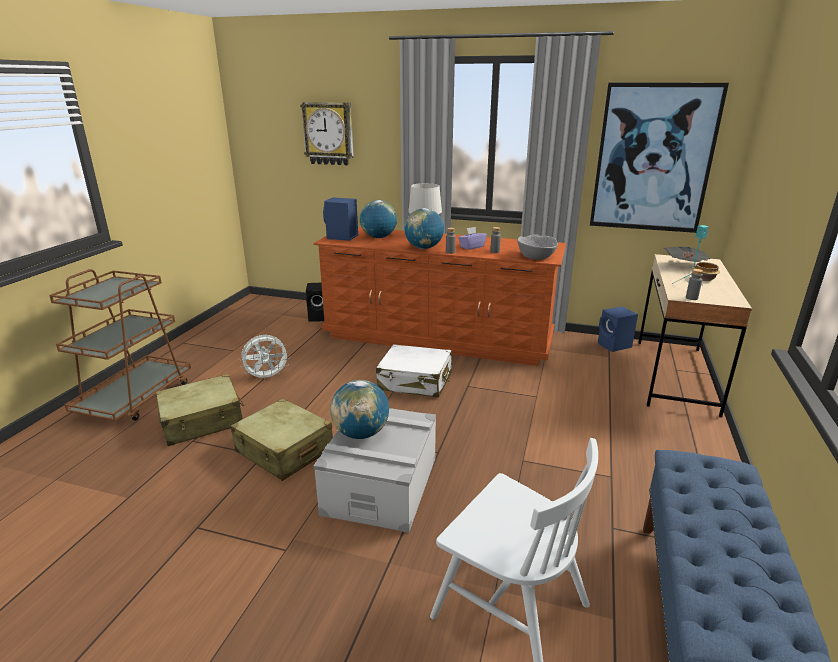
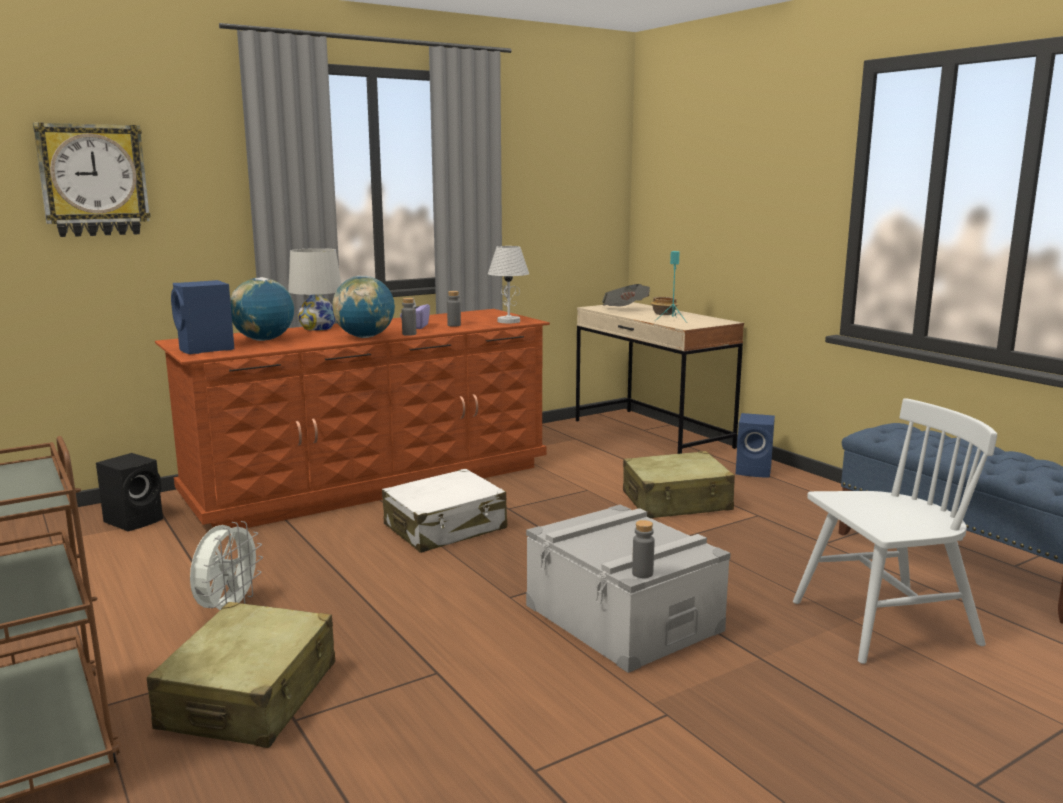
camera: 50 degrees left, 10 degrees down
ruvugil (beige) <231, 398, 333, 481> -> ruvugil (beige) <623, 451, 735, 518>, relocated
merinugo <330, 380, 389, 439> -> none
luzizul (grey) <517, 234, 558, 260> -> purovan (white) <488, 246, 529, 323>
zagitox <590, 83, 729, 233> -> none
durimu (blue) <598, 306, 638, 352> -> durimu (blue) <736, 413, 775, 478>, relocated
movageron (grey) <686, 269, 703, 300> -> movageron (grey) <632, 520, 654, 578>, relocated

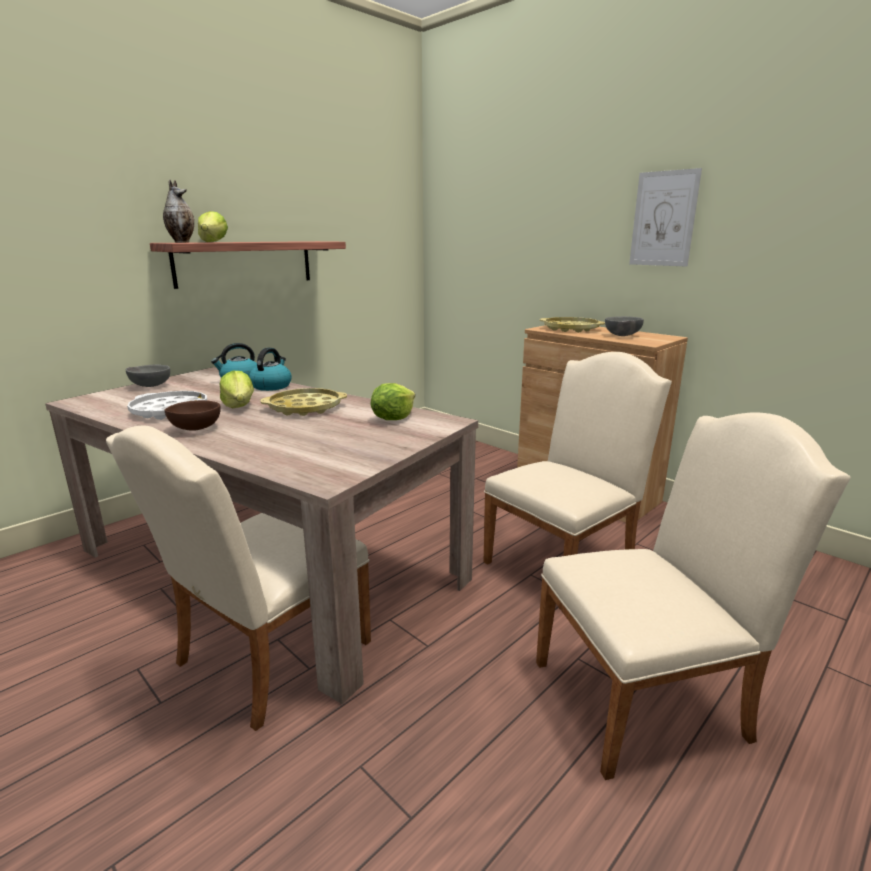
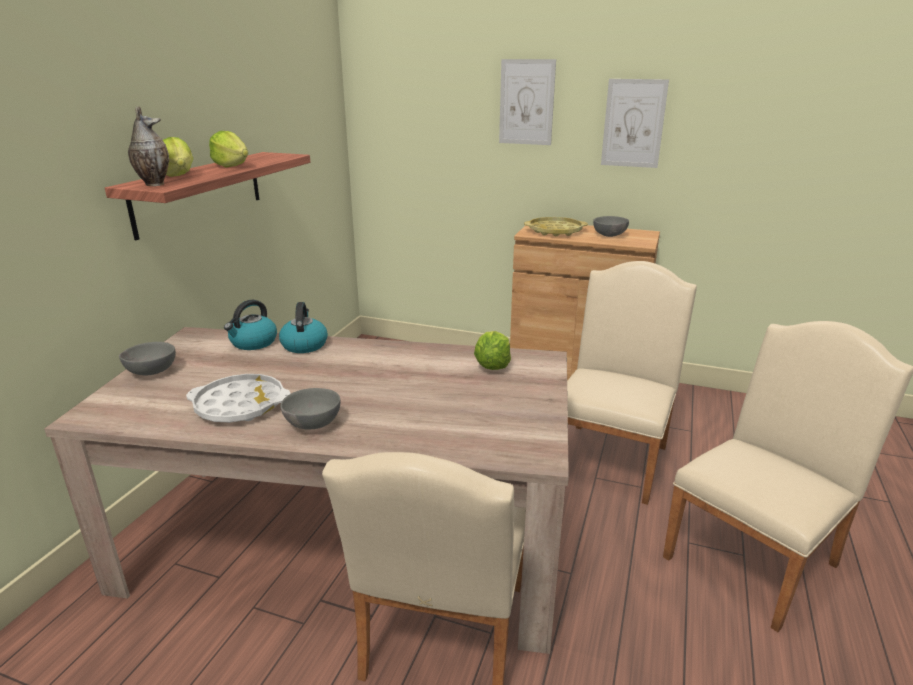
camera: 25 degrees left, 5 degrees up
luzizul (brown) <164, 400, 221, 431> -> luzizul (grey) <280, 388, 340, 430>
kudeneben <220, 371, 254, 408> -> kudeneben <209, 131, 248, 168>, relocated
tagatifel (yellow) <260, 388, 347, 416> -> none
none -> zagitox <499, 59, 556, 145>

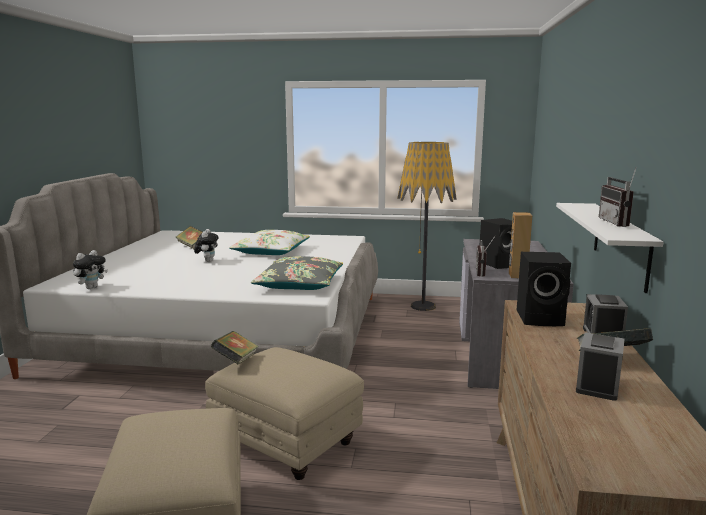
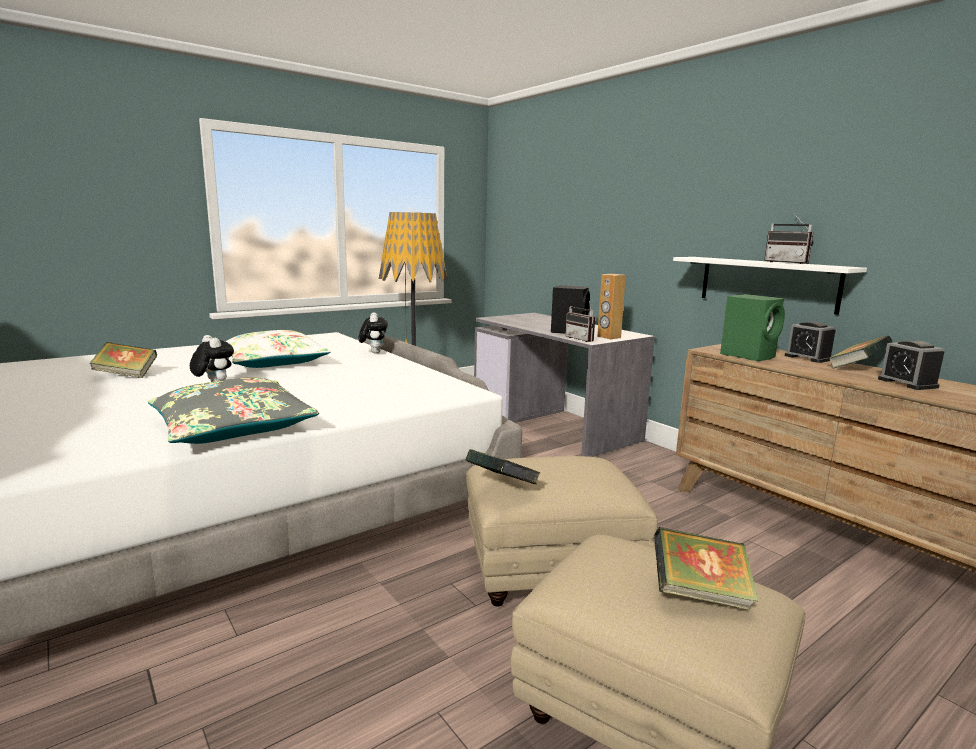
camera: 45 degrees left, 0 degrees up
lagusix <73, 250, 108, 289> -> lagusix <359, 312, 388, 354>, relocated
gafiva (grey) <251, 256, 343, 290> -> gafiva (grey) <148, 377, 319, 444>, relocated
durimu (black) <517, 252, 571, 326> -> durimu (green) <720, 294, 785, 361>
none -> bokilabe <654, 527, 759, 610>

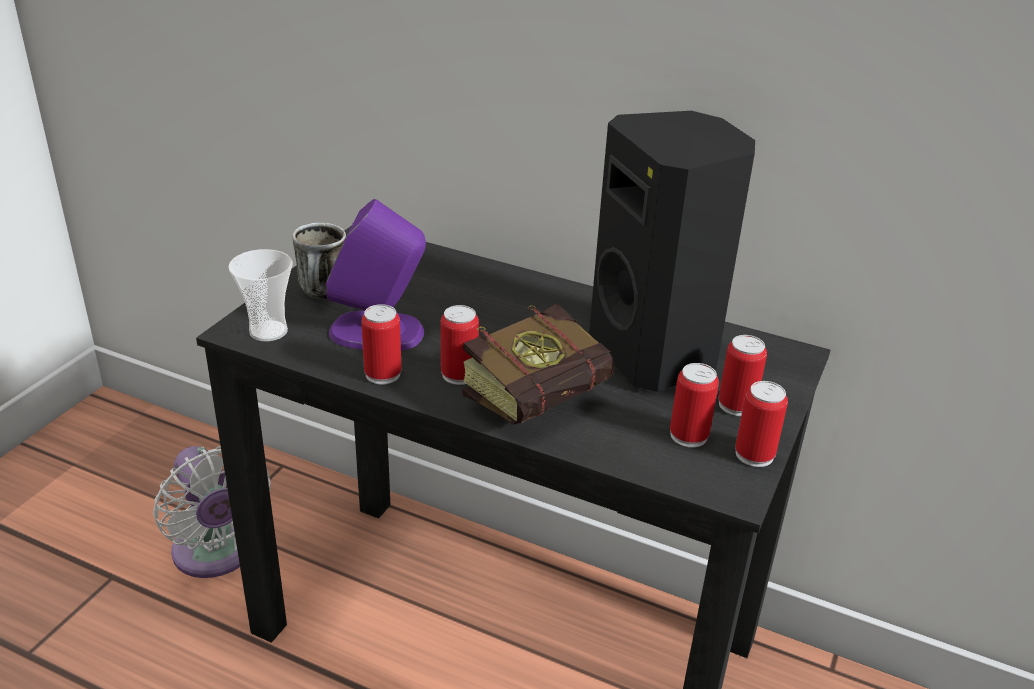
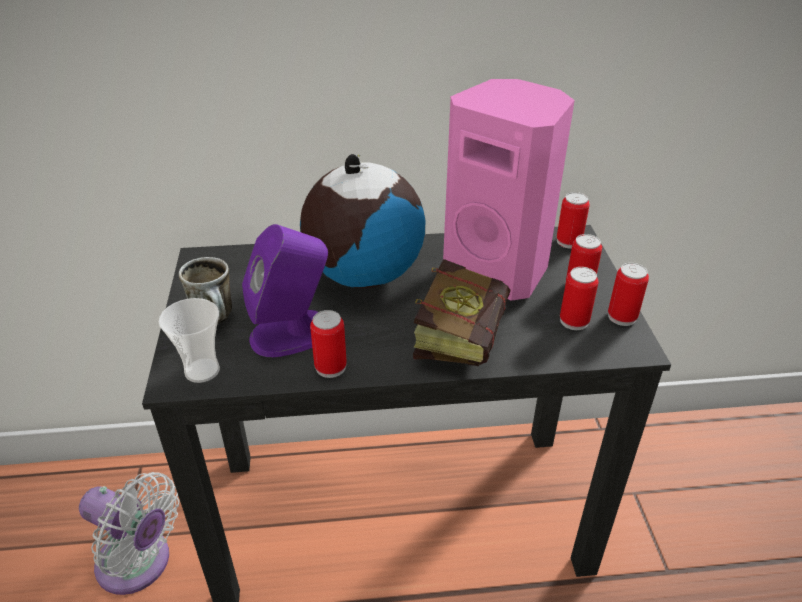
camera: 30 degrees left, 5 degrees up
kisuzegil <441, 305, 479, 385> -> kisuzegil <557, 192, 590, 249>, relocated
durimu (black) <589, 111, 755, 392> -> durimu (pink) <443, 79, 575, 301>
none -> merinugo <300, 154, 425, 288>

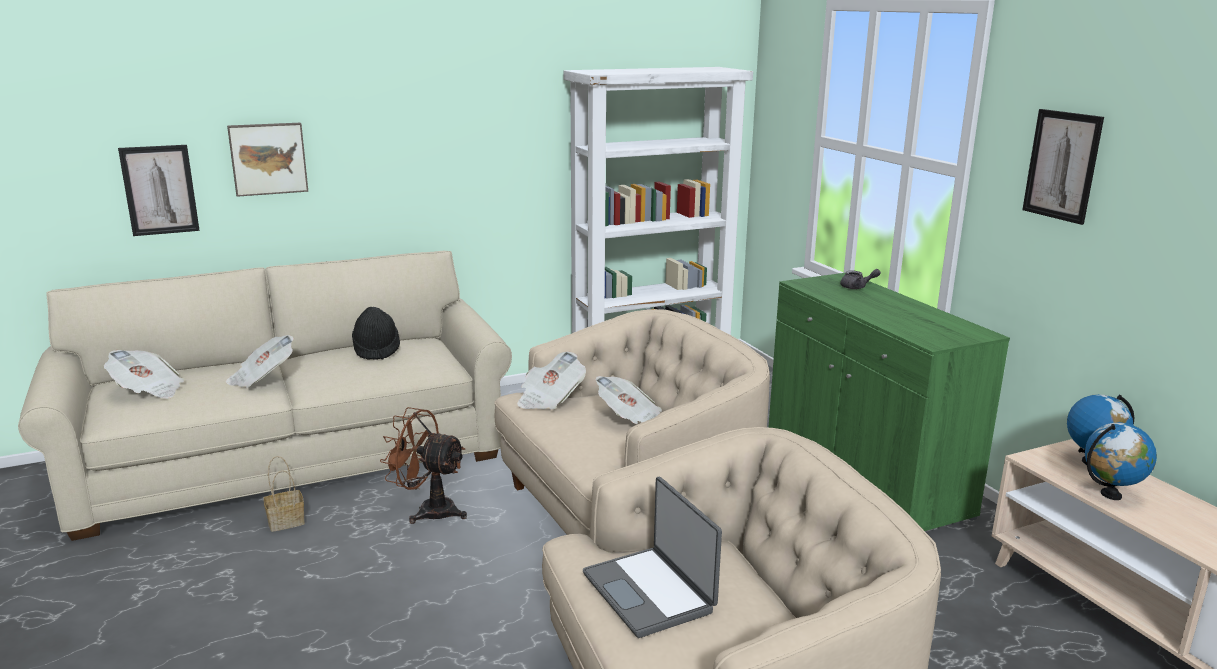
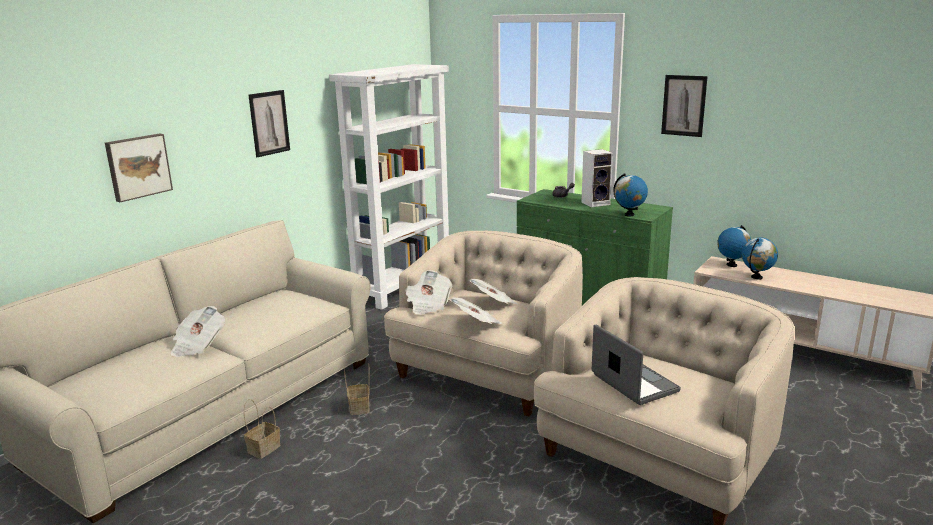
camera: 30 degrees left, 0 degrees up
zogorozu <104, 350, 184, 399> -> zogorozu <449, 297, 503, 324>, relocated
zagitox <118, 145, 200, 236> -> zagitox <248, 90, 290, 157>, relocated
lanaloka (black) <352, 307, 400, 360> -> none
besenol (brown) <380, 407, 467, 524> -> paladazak <344, 366, 370, 415>
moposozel <583, 477, 722, 638> -> moposozel <592, 325, 681, 405>, 150 degrees counterclockwise
none -> durimu <581, 149, 613, 207>
none -> merinugo <613, 173, 648, 217>

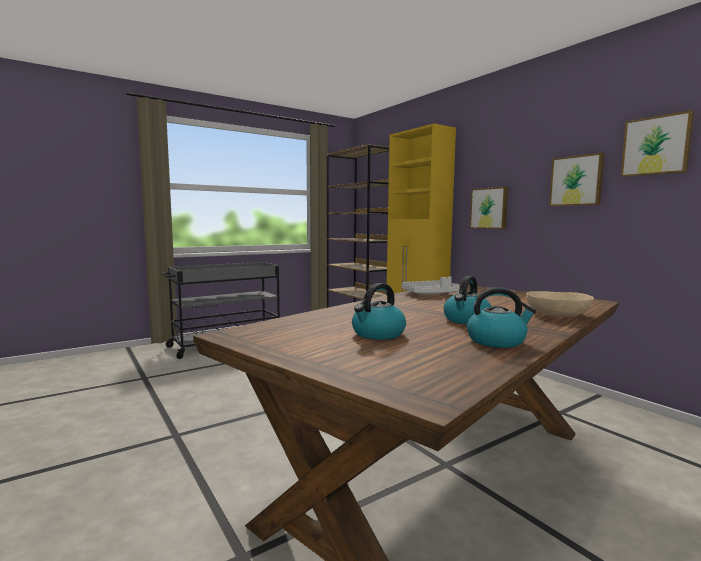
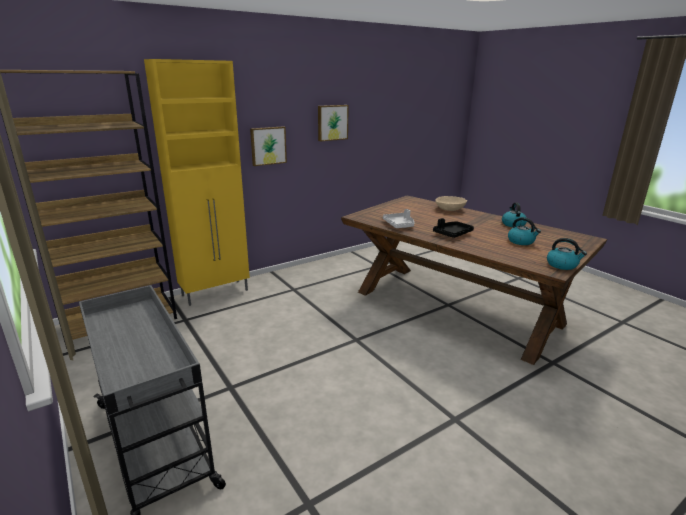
camera: 90 degrees left, 15 degrees up
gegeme <443, 276, 492, 324> -> gegeme <547, 238, 587, 270>, relocated
zagitox <621, 110, 694, 177> -> none
none -> tagatifel (black) <433, 218, 474, 238>

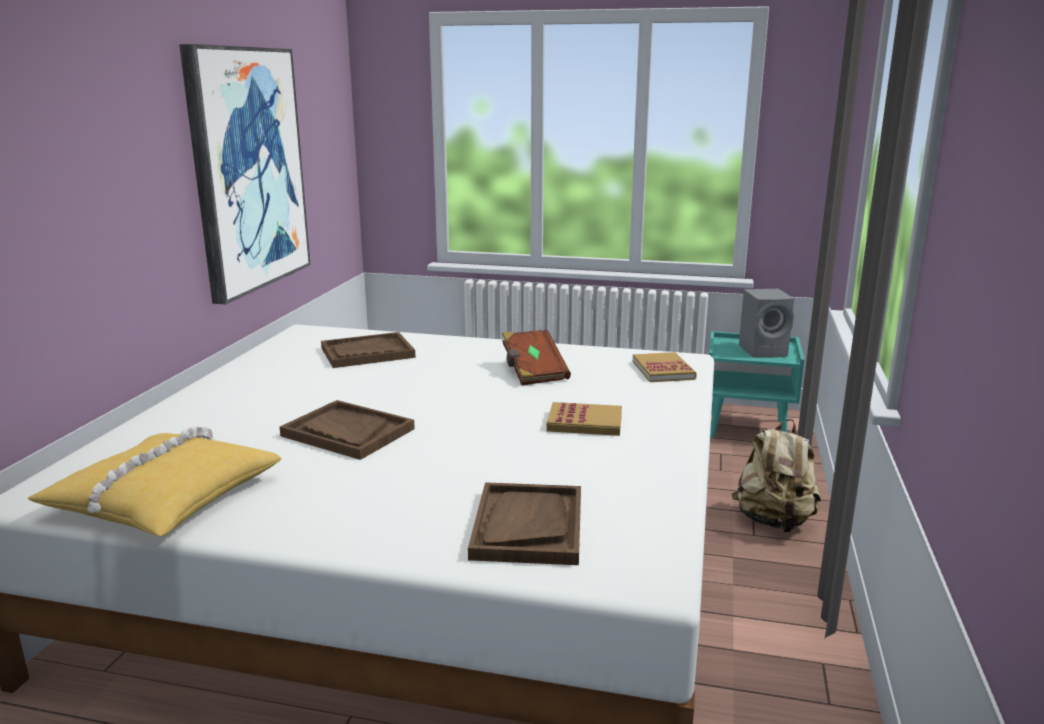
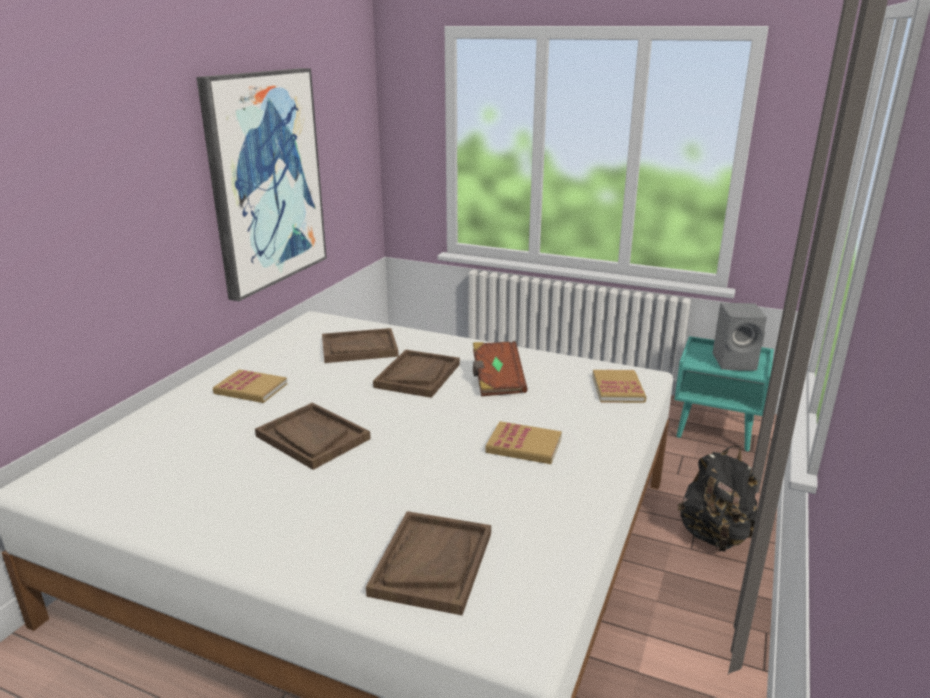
camera: 10 degrees right, 5 degrees up
gafiva (yellow) <28, 426, 281, 537> -> none
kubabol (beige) <732, 419, 821, 532> -> kubabol (black) <678, 446, 757, 552>
none -> bokilabe <213, 369, 287, 403>
none -> tagatifel (brown) <373, 350, 460, 398>

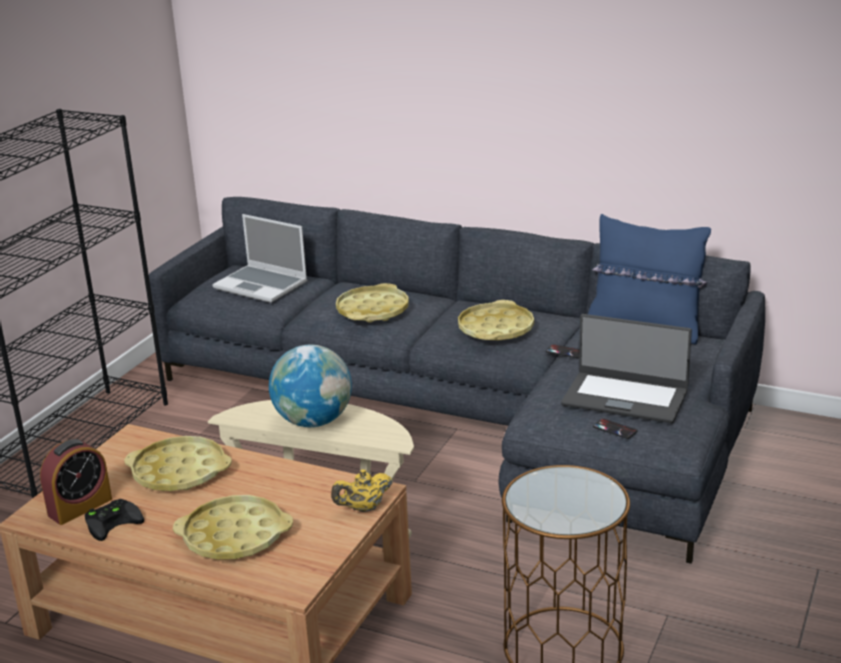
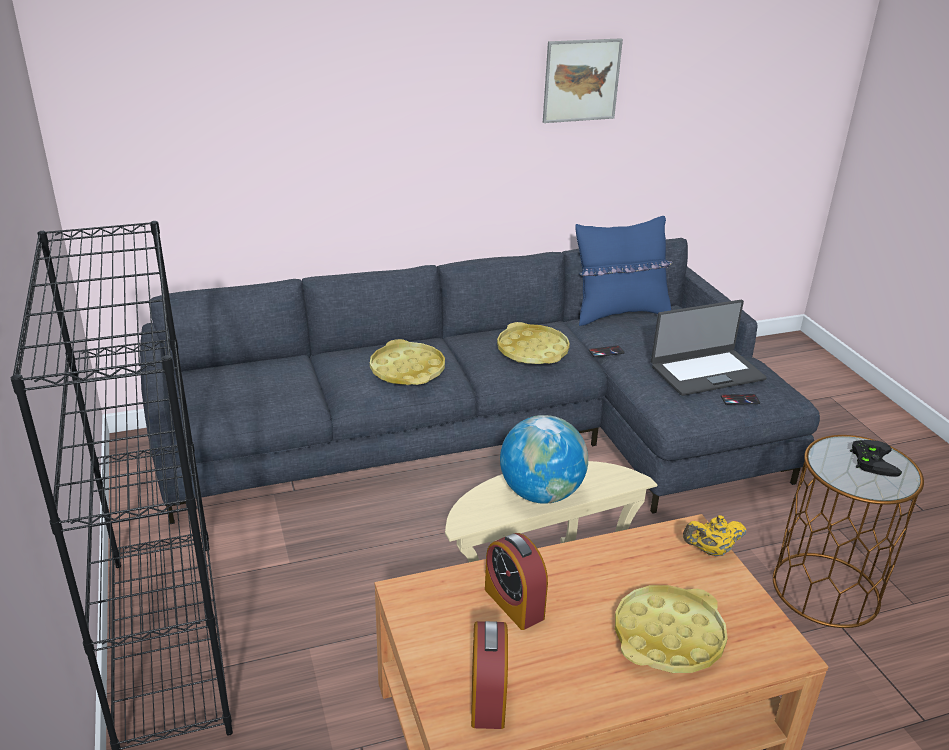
camera: 45 degrees left, 5 degrees up
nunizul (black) <85, 499, 144, 541> -> nunizul (black) <850, 440, 902, 477>, relocated
tagatifel (yellow) <124, 436, 232, 491> -> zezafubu <485, 533, 548, 630>
moposozel <212, 214, 307, 303> -> none
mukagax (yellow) <331, 469, 392, 512> -> mukagax (yellow) <683, 515, 746, 556>, 60 degrees clockwise
none -> zagitox <543, 38, 623, 123>

